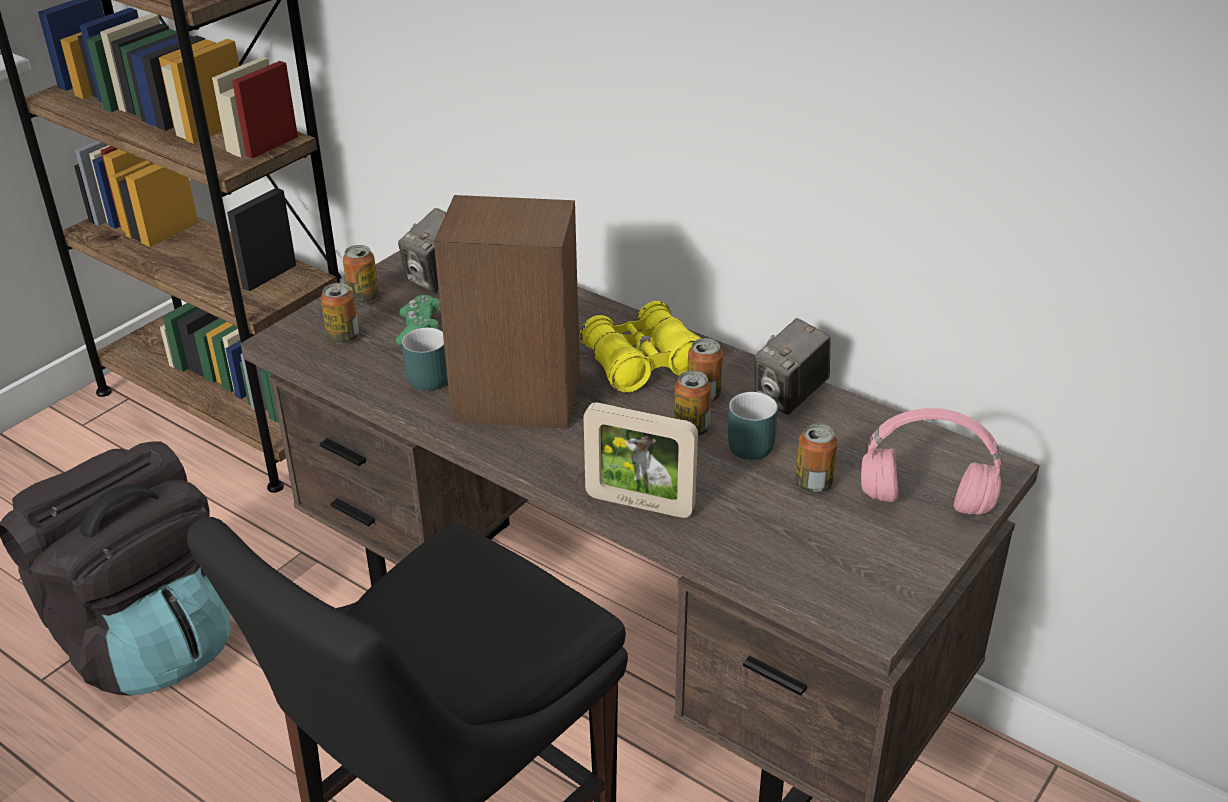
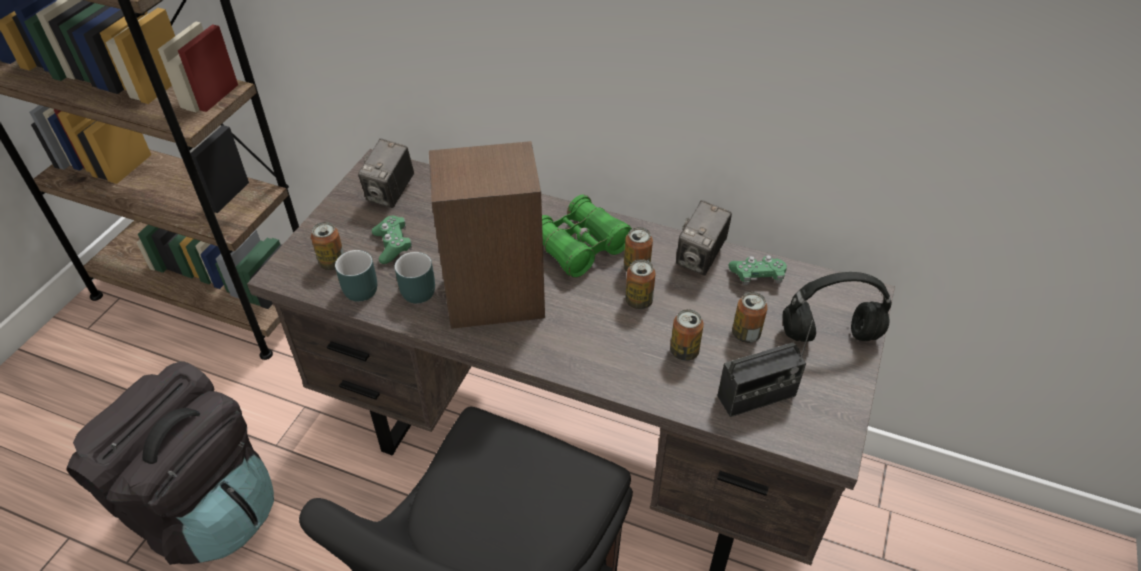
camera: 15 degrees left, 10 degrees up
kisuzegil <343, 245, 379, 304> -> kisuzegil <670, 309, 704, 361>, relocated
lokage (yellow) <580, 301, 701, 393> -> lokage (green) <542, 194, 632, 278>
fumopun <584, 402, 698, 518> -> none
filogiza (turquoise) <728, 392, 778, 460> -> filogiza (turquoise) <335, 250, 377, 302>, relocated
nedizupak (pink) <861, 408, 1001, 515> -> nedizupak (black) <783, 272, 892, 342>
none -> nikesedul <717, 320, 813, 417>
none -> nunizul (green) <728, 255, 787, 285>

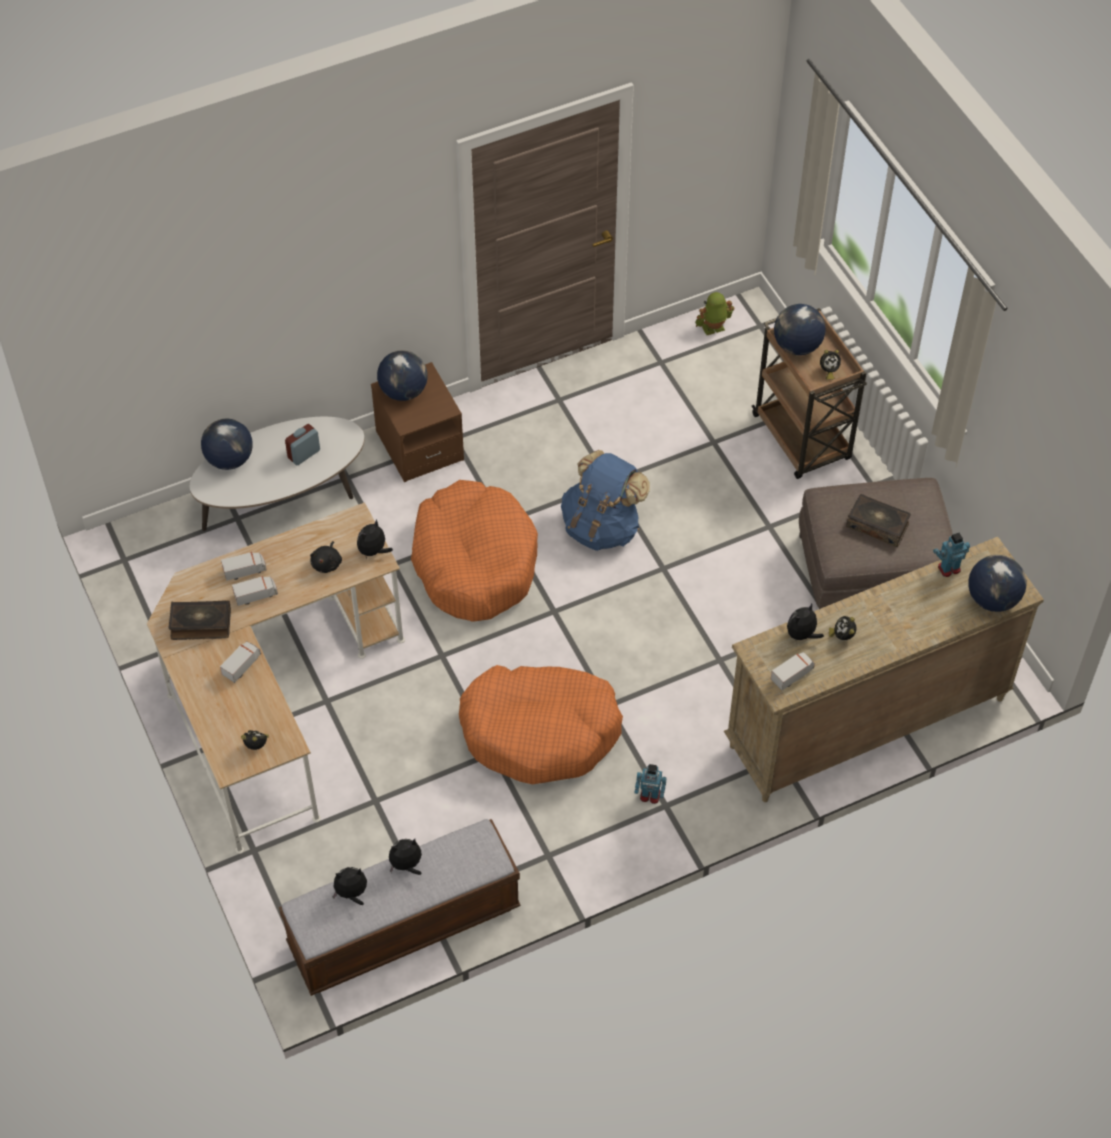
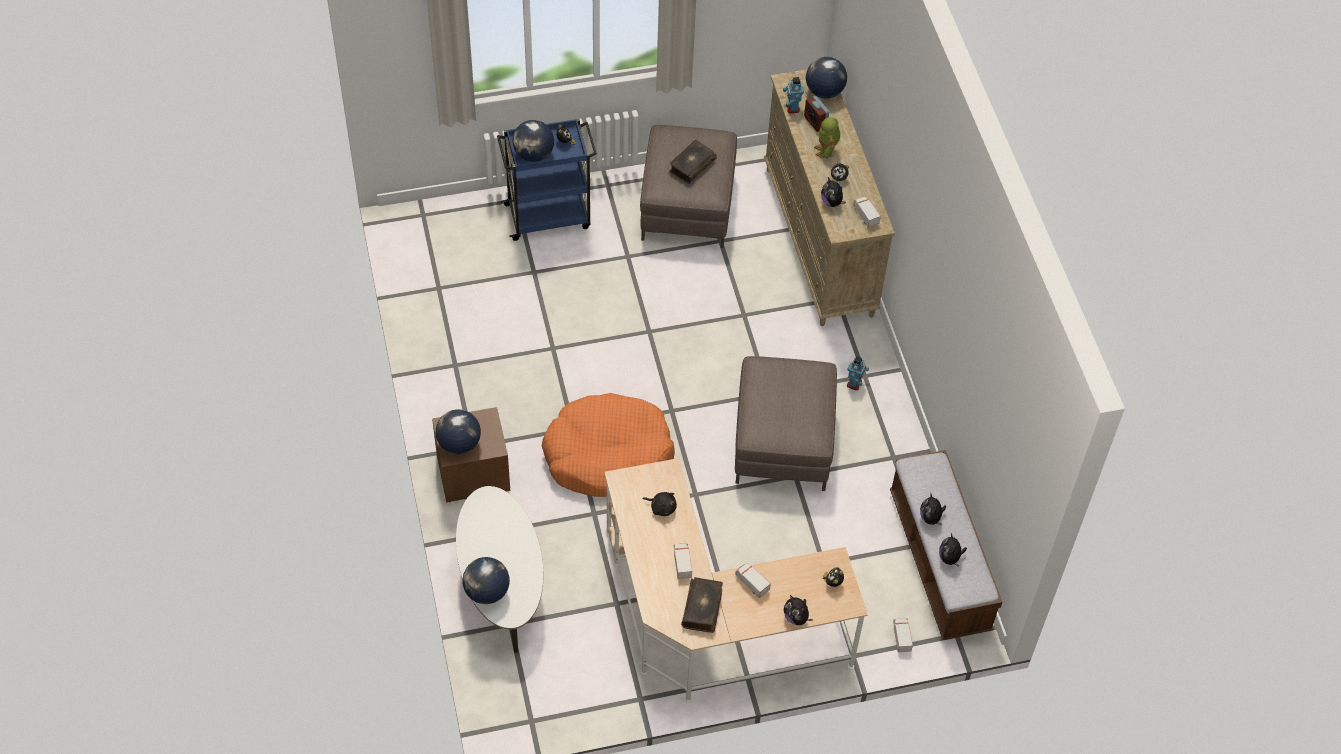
camera: 80 degrees left, 0 degrees up
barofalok <221, 552, 267, 581> -> barofalok <893, 618, 913, 652>, relocated
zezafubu <285, 424, 320, 465> -> zezafubu <804, 96, 829, 132>, relocated
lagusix <357, 519, 393, 559> -> lagusix <784, 595, 813, 625>, relocated
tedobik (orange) <459, 665, 623, 784> -> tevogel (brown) <735, 356, 837, 491>
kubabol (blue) <561, 450, 650, 551> -> none
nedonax <695, 292, 734, 335> -> nedonax <814, 117, 840, 159>, relocated
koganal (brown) <752, 306, 867, 479> -> koganal (blue) <497, 118, 597, 241>

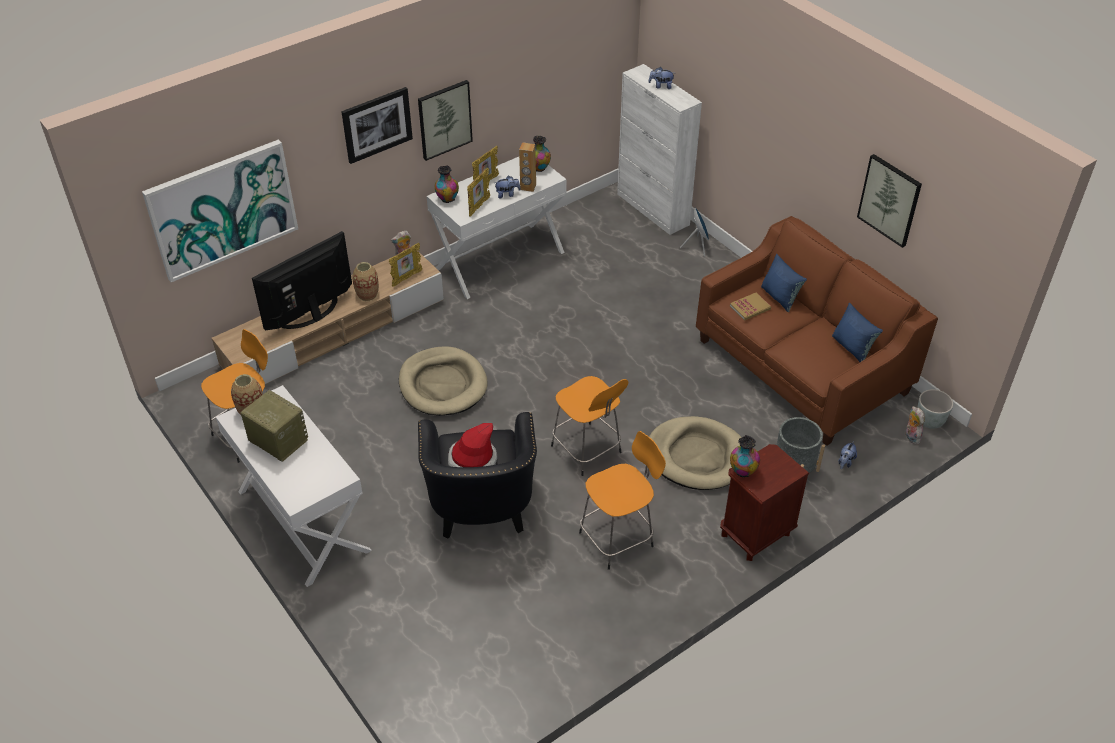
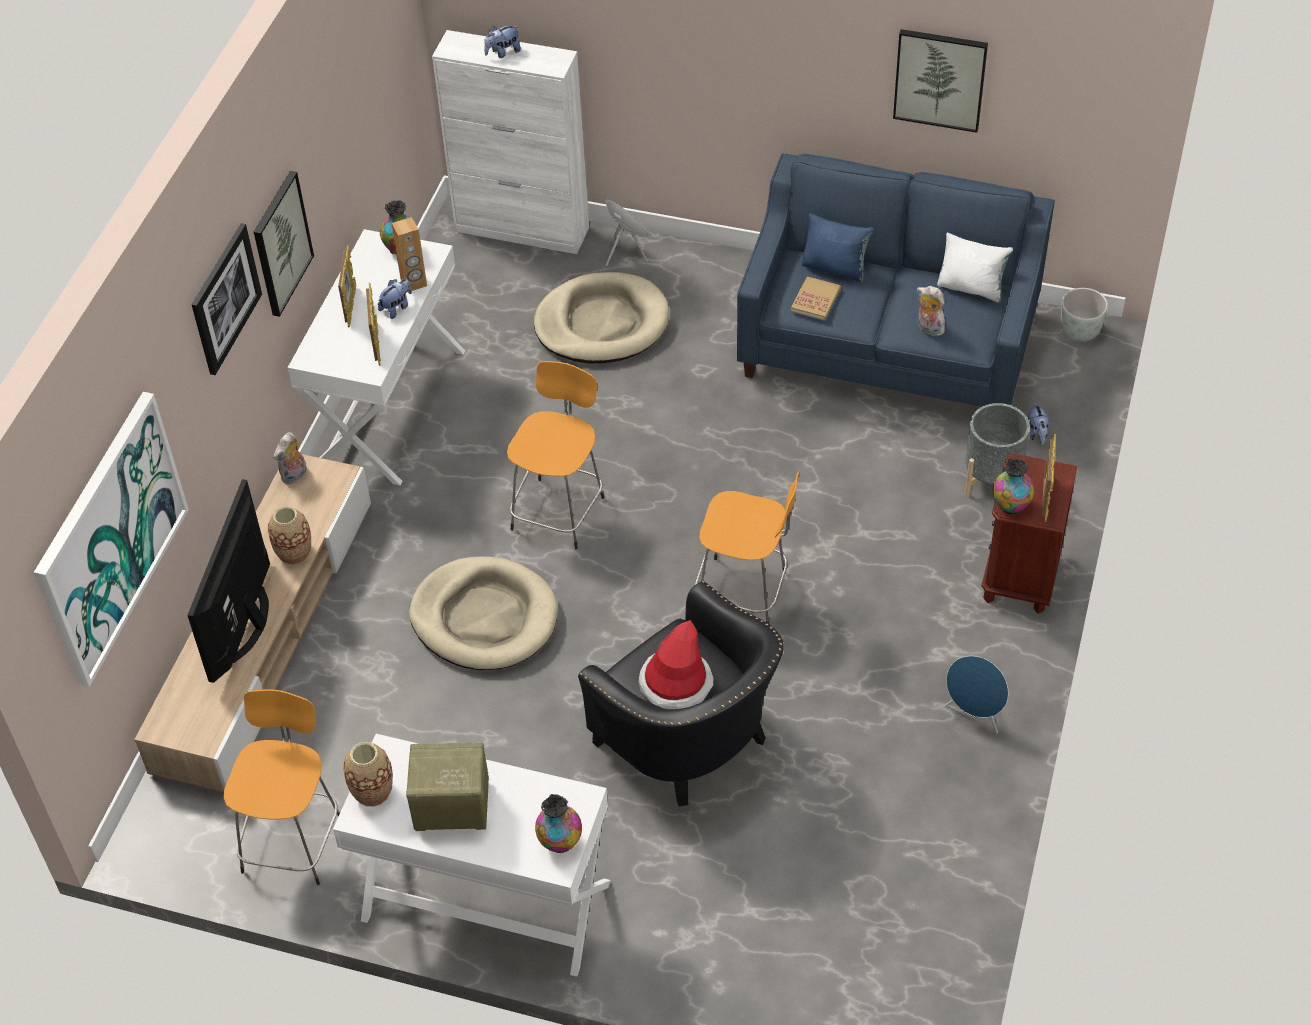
camera: 35 degrees left, 5 degrees up
fumopun <389, 243, 423, 287> -> fumopun <1042, 434, 1056, 522>, relocated
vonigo <434, 165, 459, 203> -> vonigo <535, 794, 582, 853>, relocated
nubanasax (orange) <579, 431, 666, 570> -> nubanasax (orange) <507, 361, 604, 549>, relocated
tedobik (beige) <649, 416, 742, 490> -> tedobik (beige) <534, 272, 669, 363>, relocated
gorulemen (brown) <696, 216, 938, 446> -> gorulemen (blue) <737, 153, 1055, 407>
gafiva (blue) <832, 303, 883, 362> -> gafiva (white) <937, 233, 1013, 302>
lagusix <905, 406, 925, 444> -> lagusix <917, 286, 945, 336>, relocated
none -> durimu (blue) <945, 656, 1008, 733>

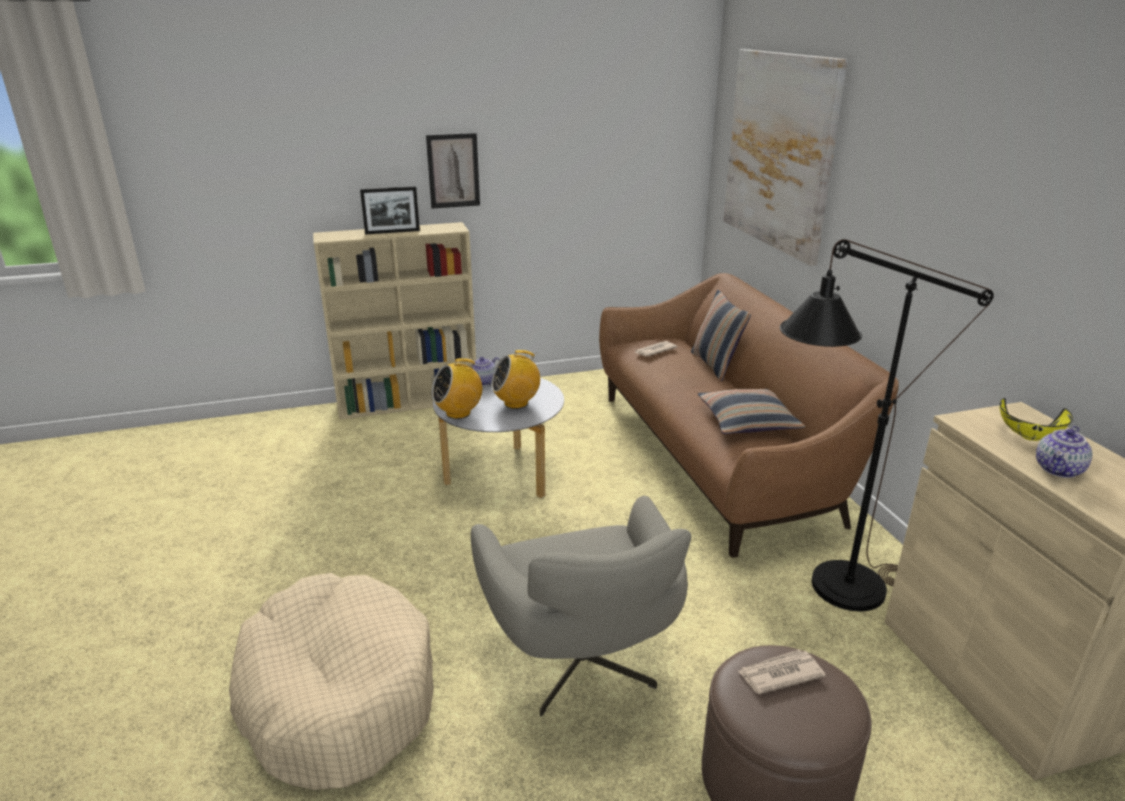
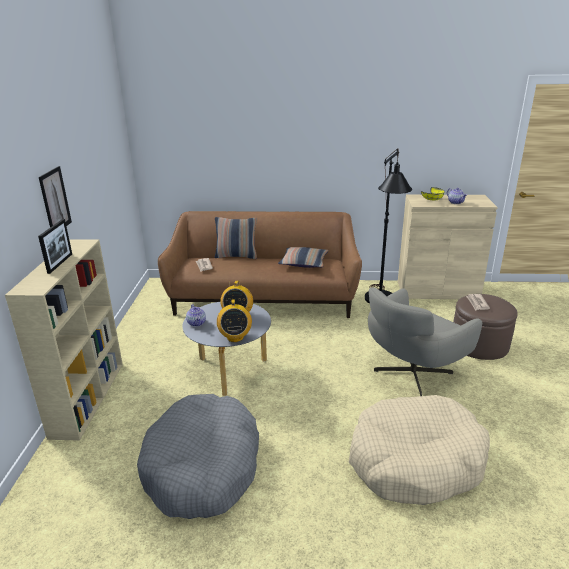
camera: 70 degrees left, 0 degrees up
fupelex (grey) <471, 496, 691, 717> -> fupelex (grey) <368, 287, 482, 396>, 135 degrees clockwise
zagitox <723, 49, 848, 266> -> none
none -> tedobik (grey) <137, 394, 259, 519>

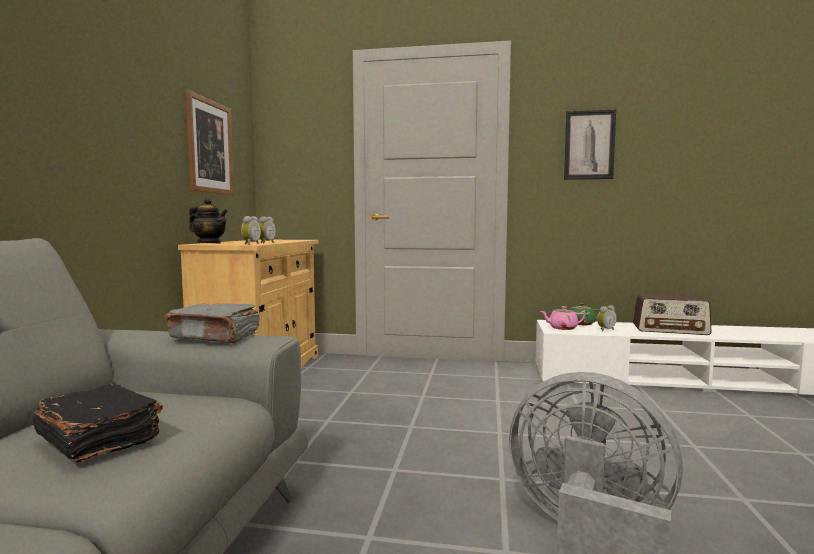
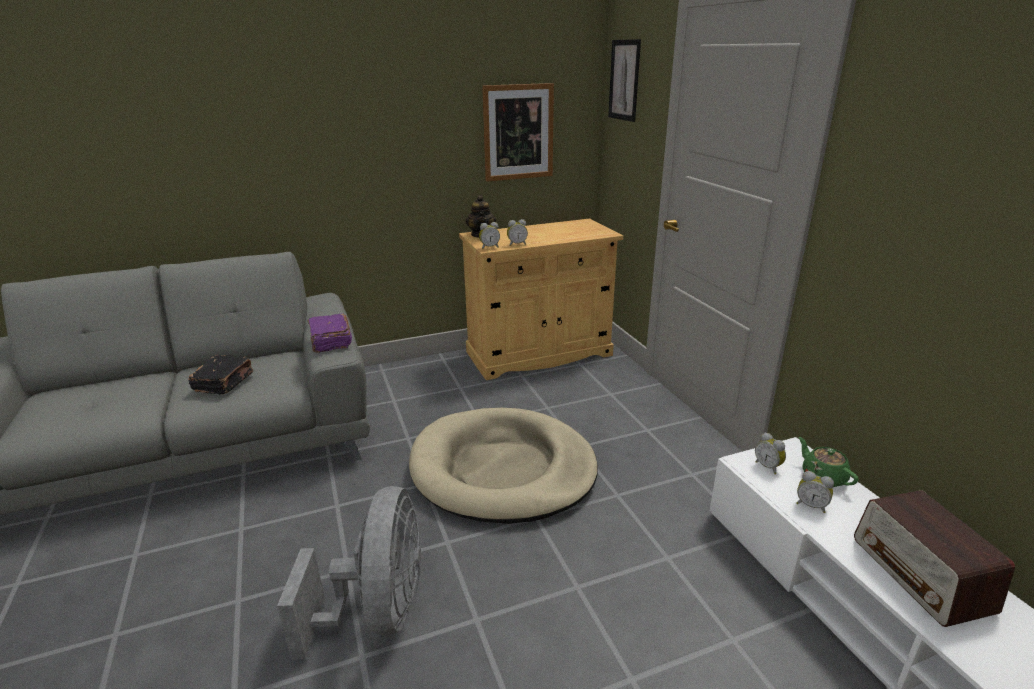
camera: 60 degrees right, 20 degrees up
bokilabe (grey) <164, 303, 260, 343> -> bokilabe (purple) <307, 314, 352, 353>
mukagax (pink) <540, 306, 585, 330> -> zezafubu <755, 433, 786, 474>
zagitox <564, 110, 616, 180> -> zagitox <608, 39, 641, 122>, relocated
none -> tedobik (beige) <409, 408, 598, 524>

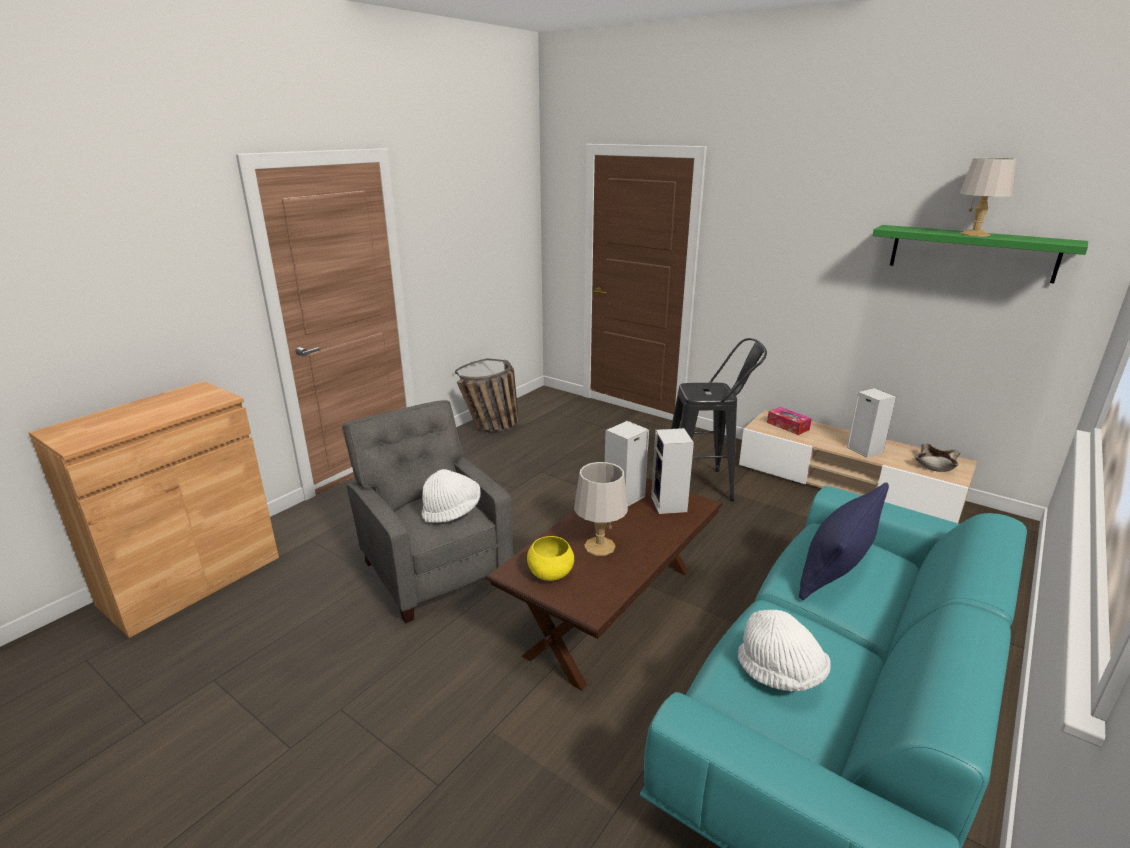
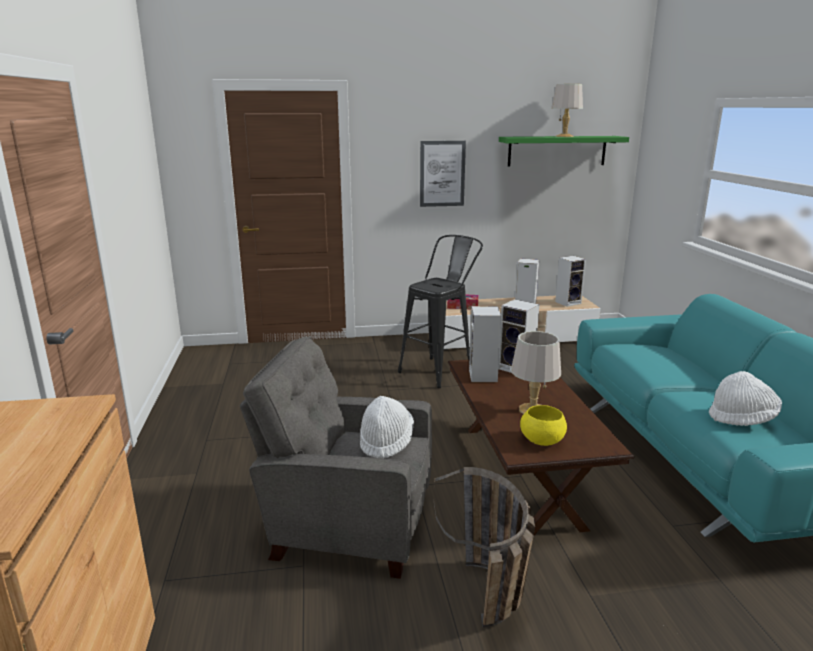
camera: 45 degrees left, 5 degrees down
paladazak <455, 358, 519, 433> -> paladazak <434, 467, 535, 628>, relocated
gafiva (blue) <799, 482, 889, 600> -> none
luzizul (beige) <915, 444, 961, 472> -> durimu <555, 256, 586, 307>
none -> zagitox <420, 141, 466, 207>

